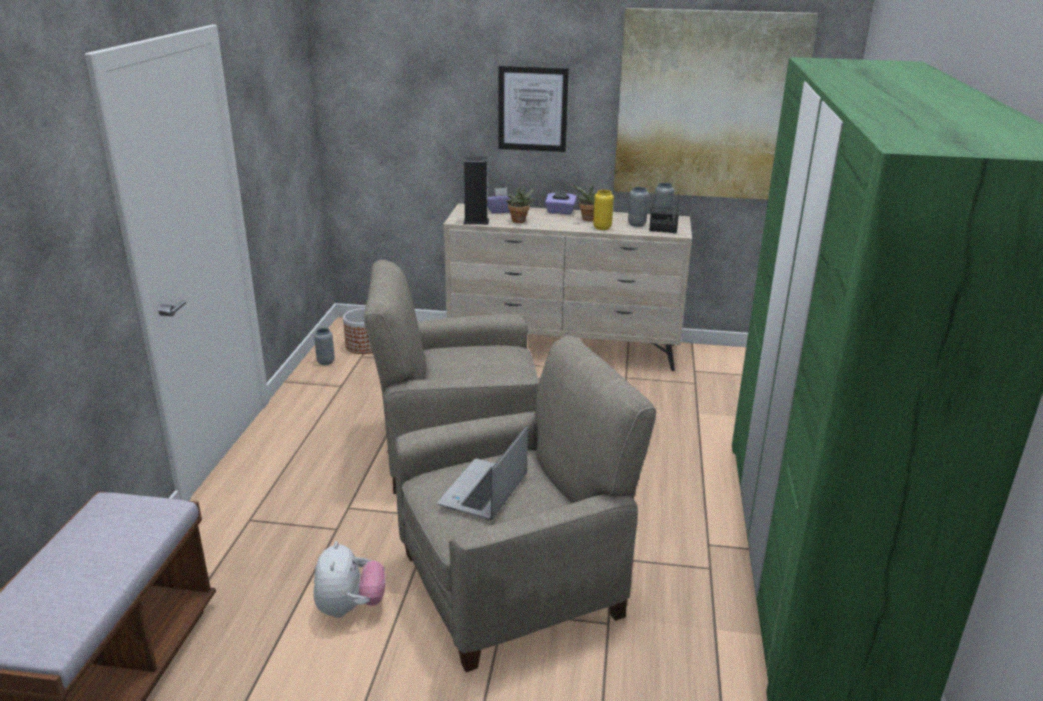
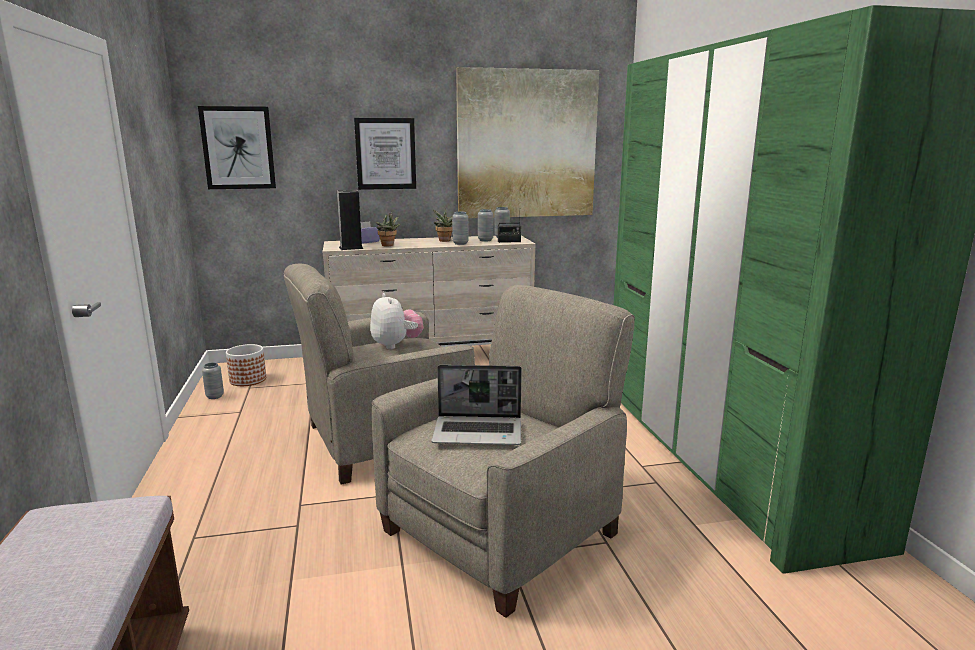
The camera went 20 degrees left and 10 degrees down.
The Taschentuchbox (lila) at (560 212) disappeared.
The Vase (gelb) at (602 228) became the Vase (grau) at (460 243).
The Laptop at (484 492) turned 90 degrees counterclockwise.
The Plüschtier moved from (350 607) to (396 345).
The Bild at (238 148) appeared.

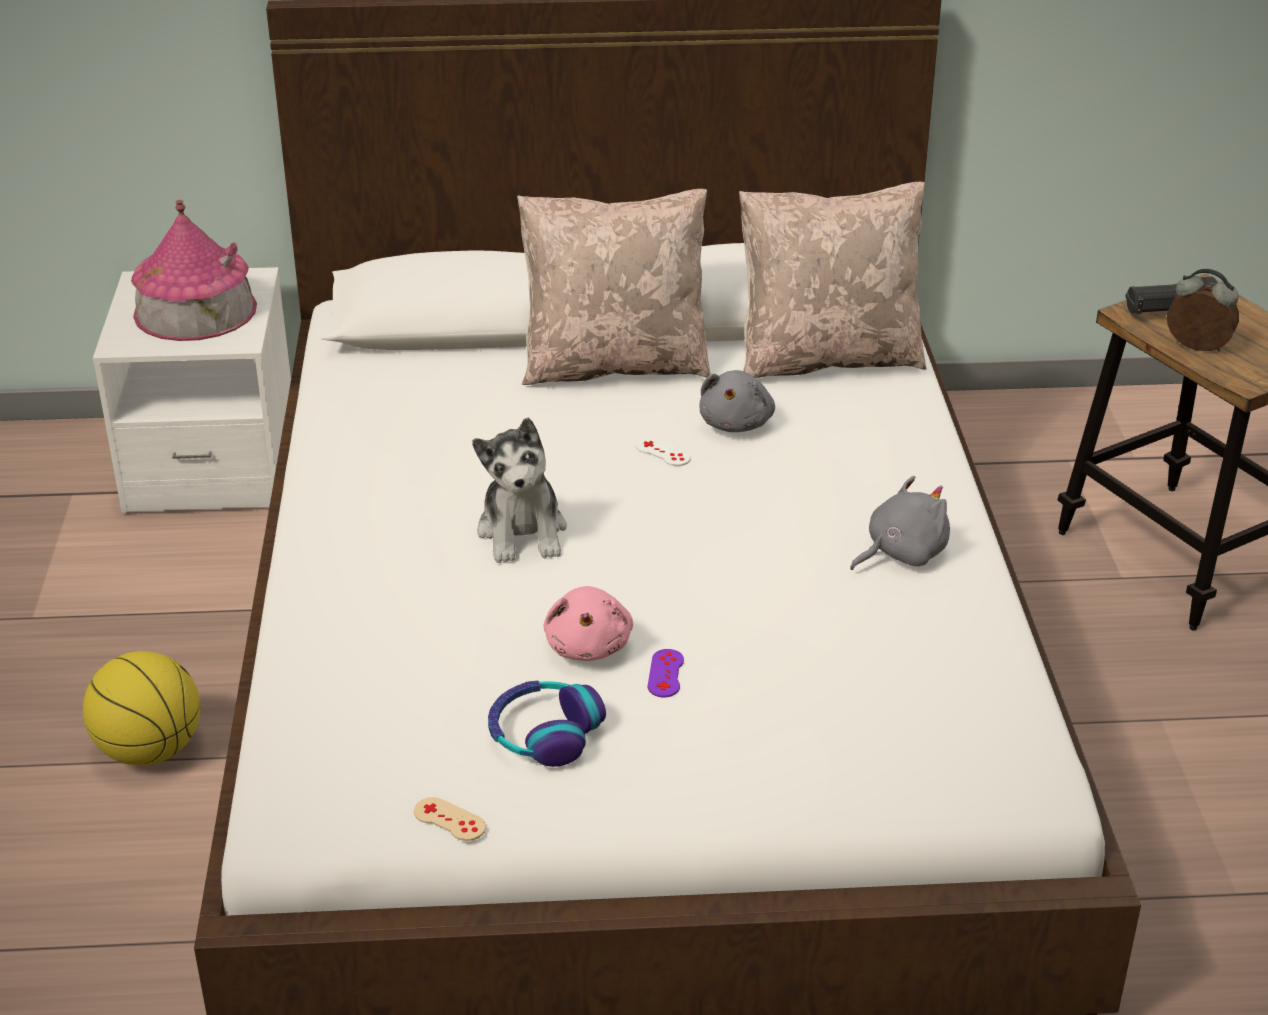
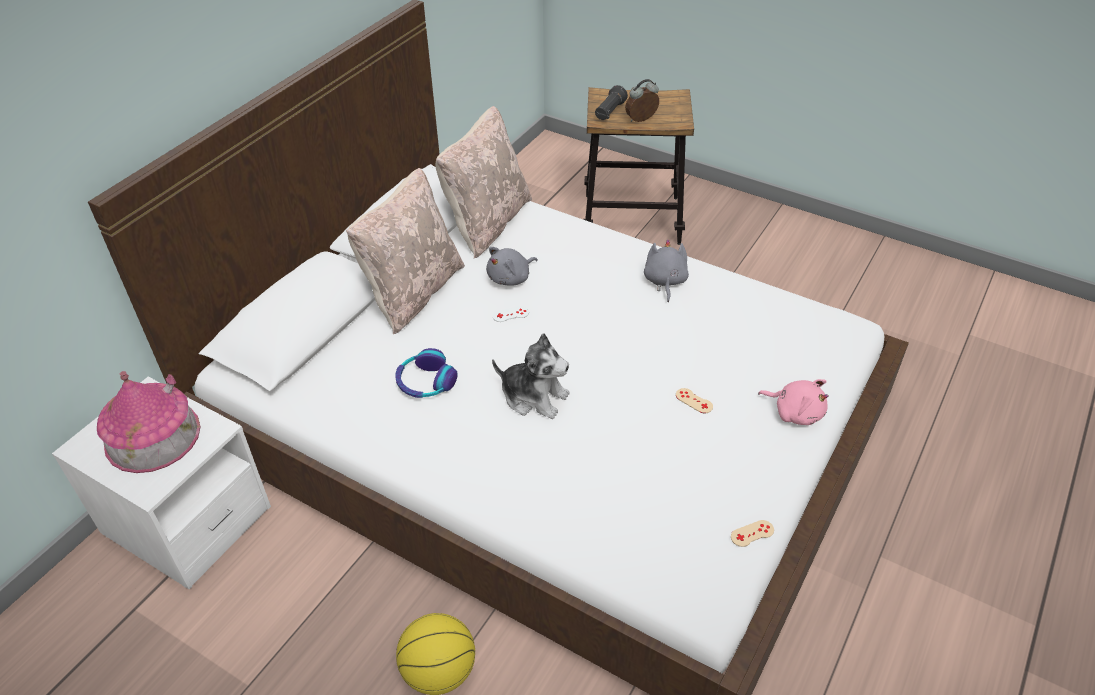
The camera went 55 degrees left and 10 degrees up.
The Plüschtier (grau) at (737 423) turned 90 degrees clockwise.
The Plüschtier (rosa) moved from (589 645) to (795 412).
The Gamepad (lila) at (665 673) became the Gamepad (beige) at (694 401).
The Kopfhörer moved from (544 734) to (425 382).

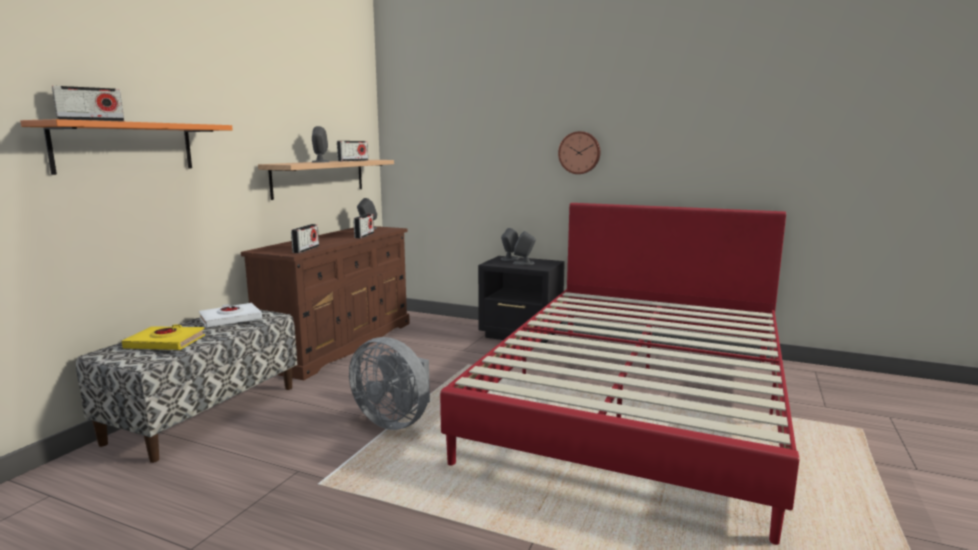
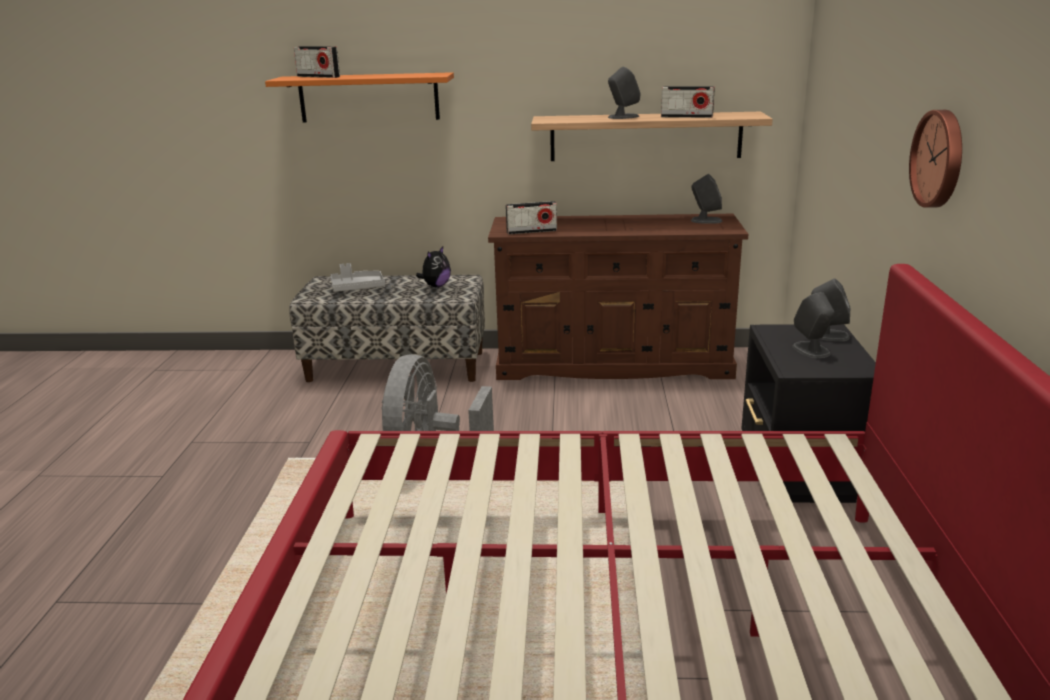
The camera went 70 degrees right and 10 degrees up.
The Radio at (364 235) disappeared.
The Buch (weiß) at (230 319) was replaced by the Plüschtier at (436 286).
The Buch (gelb) at (165 343) was replaced by the Tablett (grau) at (357 288).

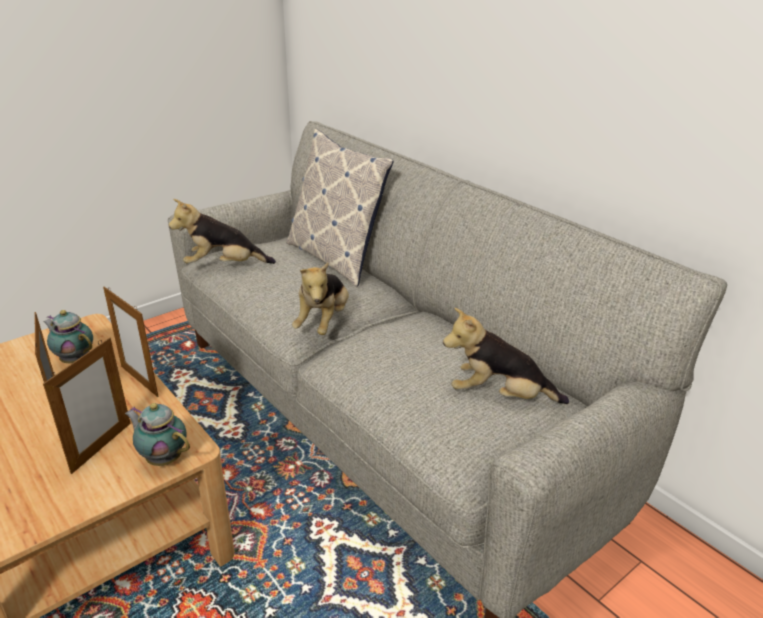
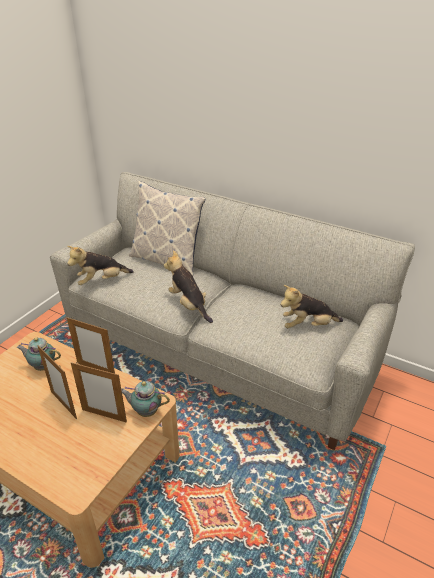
The camera went 20 degrees left and 5 degrees up.
The Plüschtier at (323 322) turned 150 degrees clockwise.
The Bilderrahmen at (101 447) turned 105 degrees clockwise.

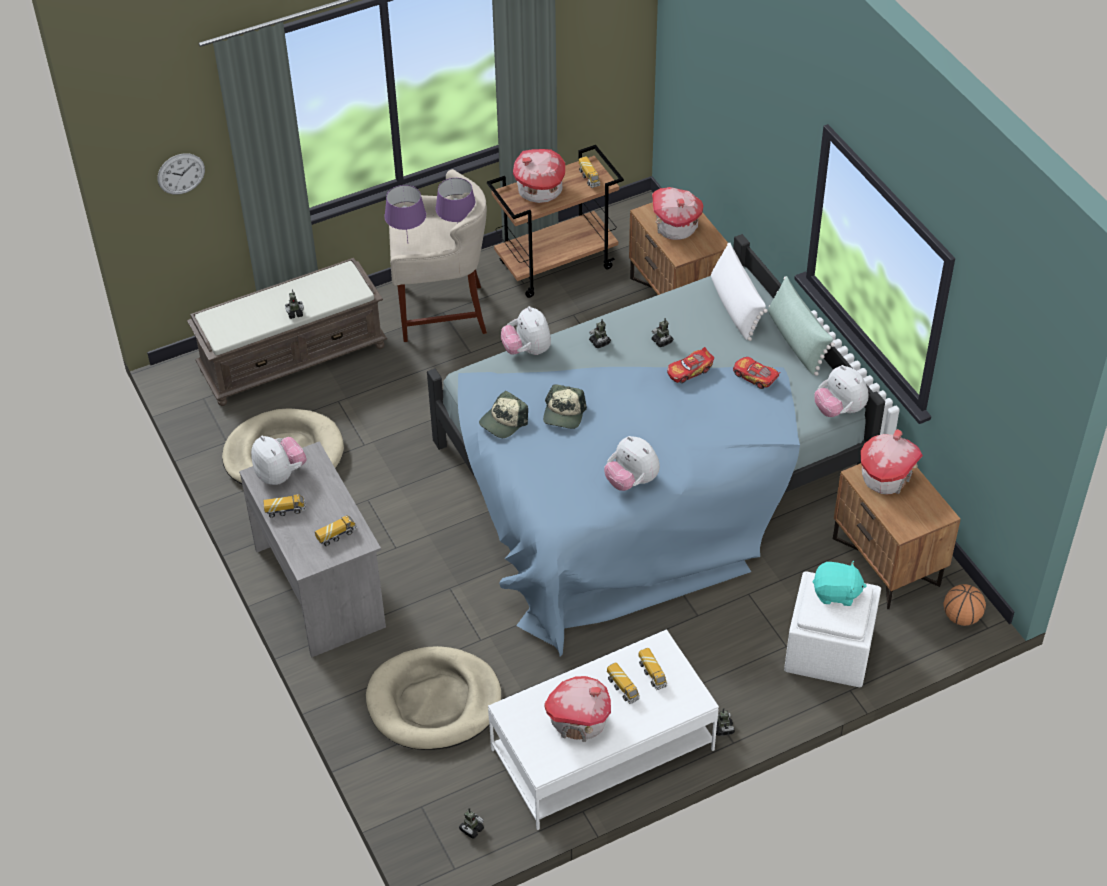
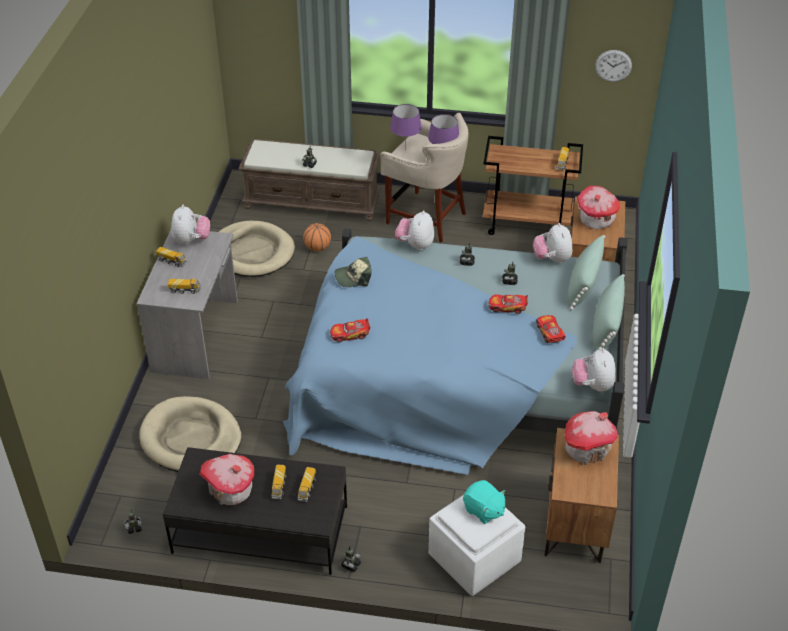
The camera went 35 degrees right and 5 degrees down.
The Spielzeughaus at (539 191) disappeared.
The Wanduhr moved from (181 173) to (613 65).
The Kissen (weiß) at (735 306) became the Kissen (grün) at (583 284).
The Kappe at (564 414) disappeared.
The Plüschtier moved from (631 481) to (552 259).
The Basketball moved from (961 617) to (317 248).
The Couchtisch (weiß) at (602 749) became the Couchtisch (schwarz) at (261 529).
The Spielzeugauto at (350 334) appeared.

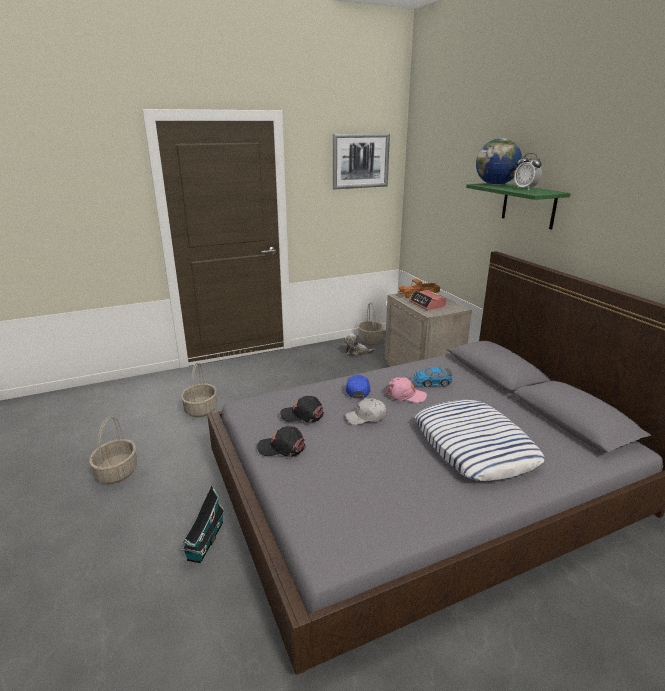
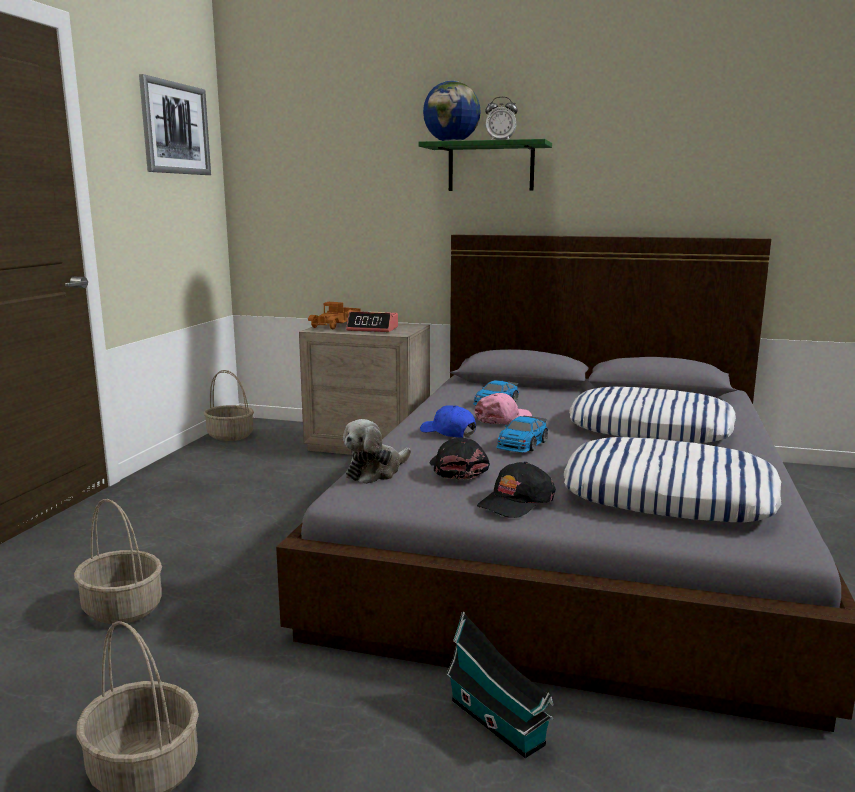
The camera went 50 degrees left and 10 degrees down.
The Plüschtier moved from (357 352) to (376 472).
The Kappe (schwarz) at (302 415) turned 120 degrees clockwise.
The Kappe (weiß) at (366 417) was replaced by the Spielzeugauto at (522 444).
The Kissen at (669 494) appeared.

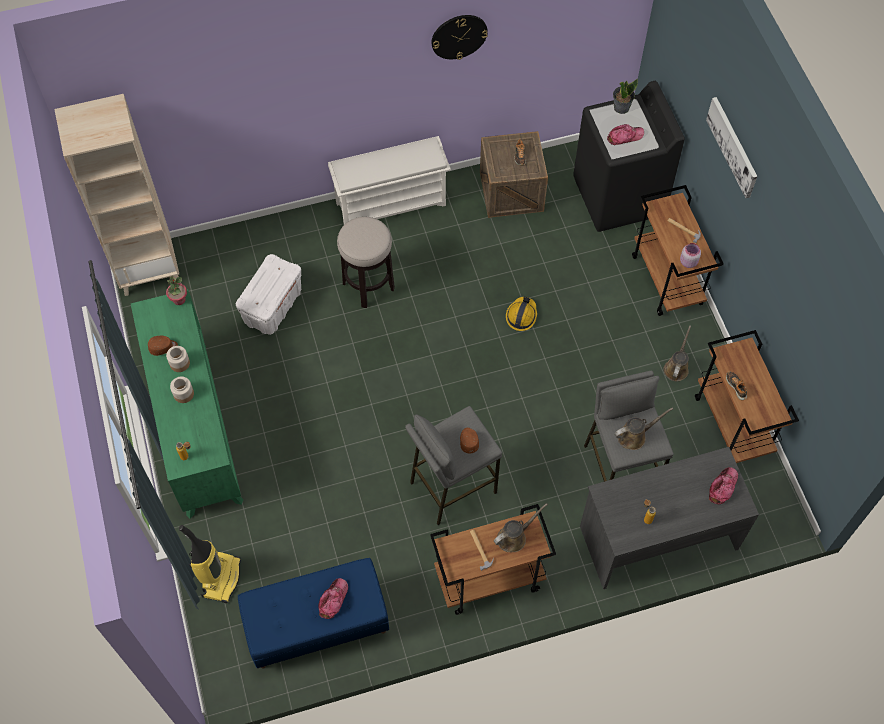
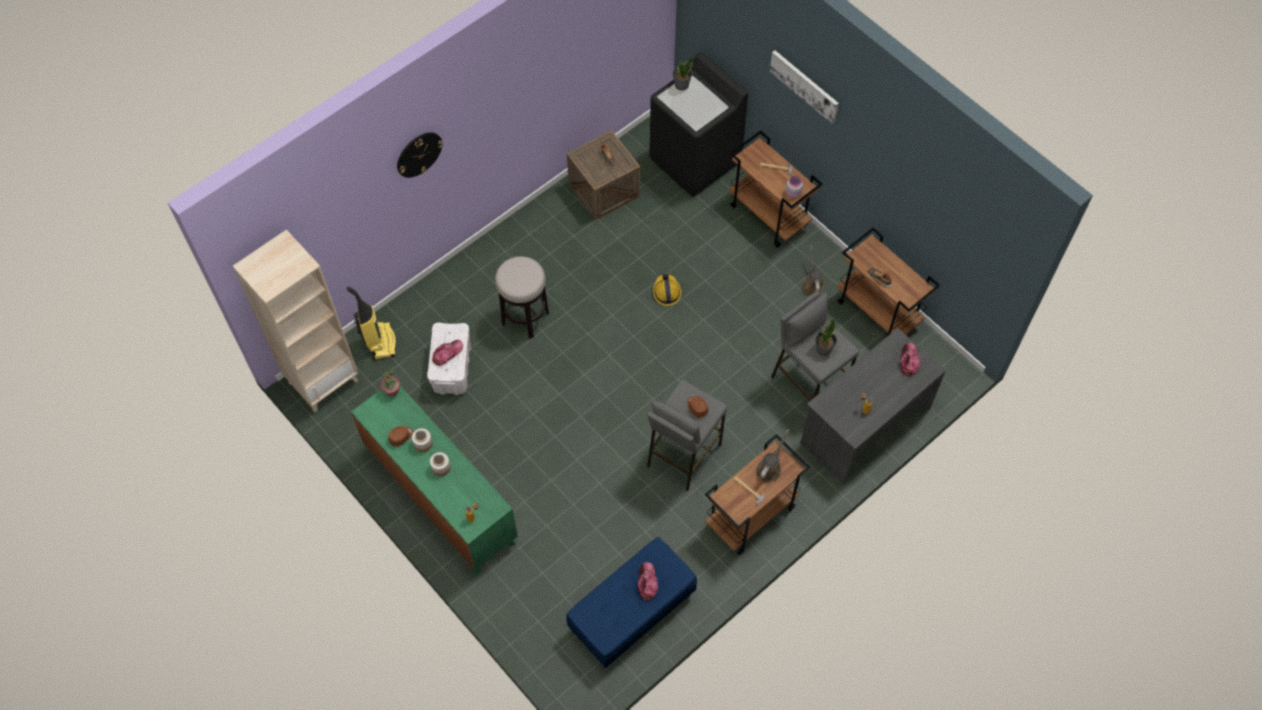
The camera went 25 degrees left and 0 degrees up.
The Wanduhr moved from (459 36) to (419 154).
The Kappe moved from (624 136) to (447 353).
The Schuhregal (weiß) at (391 203) disappeared.
The Gießkanne (braun) at (634 436) was replaced by the Topfpflanze at (823 349).
The Staubsauger moved from (220 577) to (380 342).

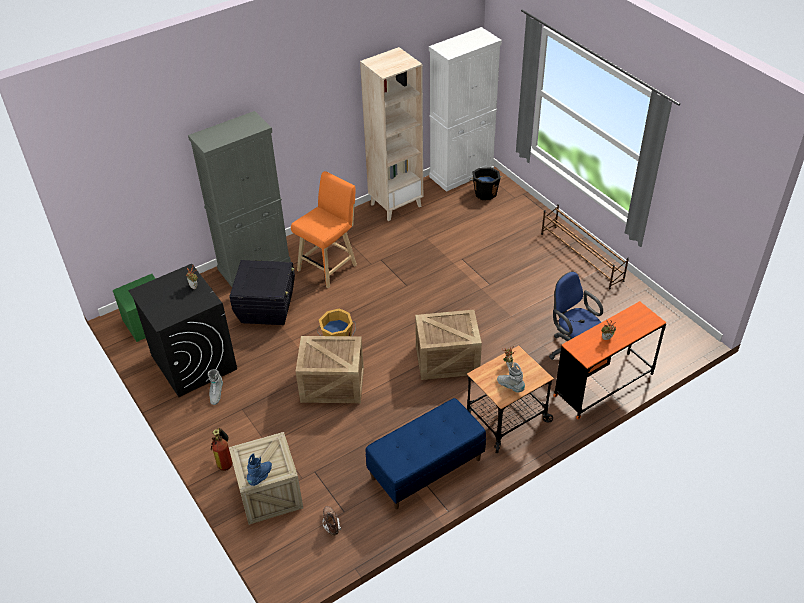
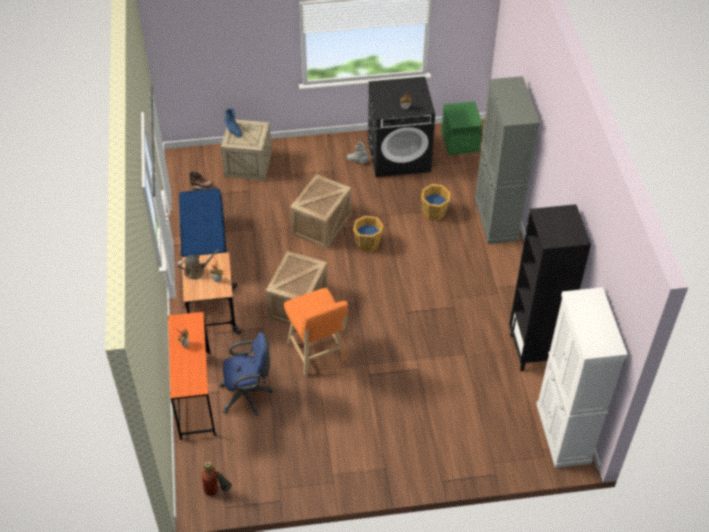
The camera went 115 degrees right and 5 degrees up.
The Bücherregal (beige) at (396 205) became the Bücherregal (schwarz) at (534 351).
The Eimer (schwarz) at (485 193) disappeared.
The Hocker (orange) moved from (329 266) to (318 354).
The Schuhregal (braun) at (581 257) disappeared.
The Aufbewahrungsbox (schwarz) at (267 308) was replaced by the Eimer (orange) at (434 212).
The Stiefel (grau) at (510 386) was replaced by the Gießkanne (braun) at (196 271).
The Feuerlöscher moved from (225 460) to (216 492).

